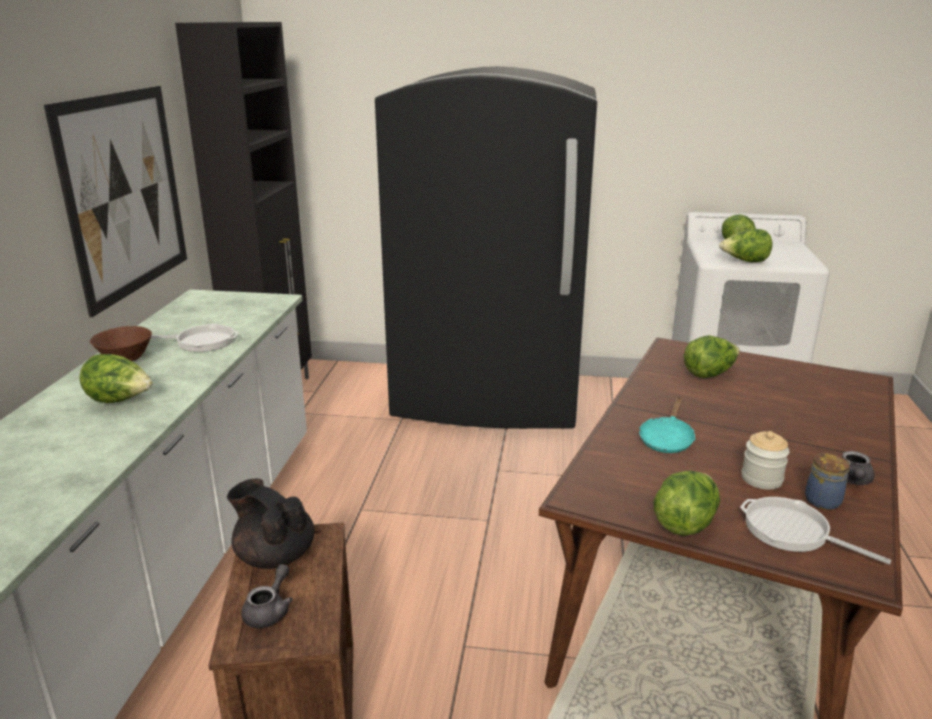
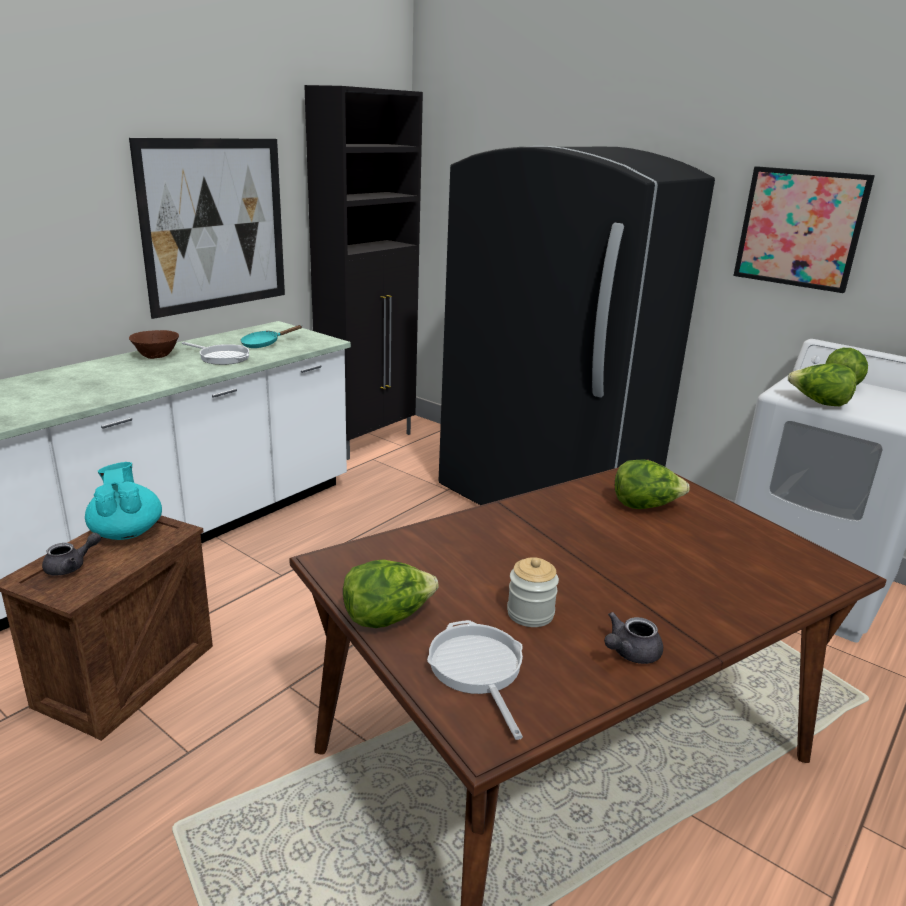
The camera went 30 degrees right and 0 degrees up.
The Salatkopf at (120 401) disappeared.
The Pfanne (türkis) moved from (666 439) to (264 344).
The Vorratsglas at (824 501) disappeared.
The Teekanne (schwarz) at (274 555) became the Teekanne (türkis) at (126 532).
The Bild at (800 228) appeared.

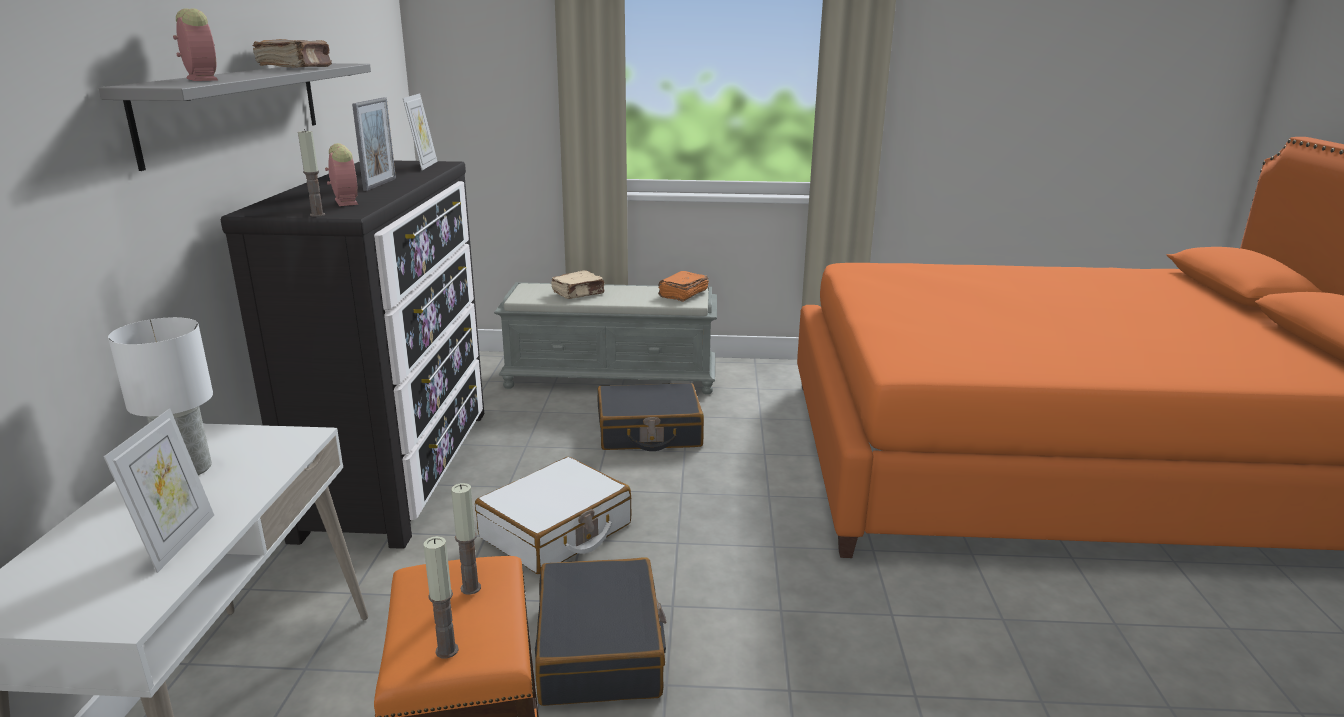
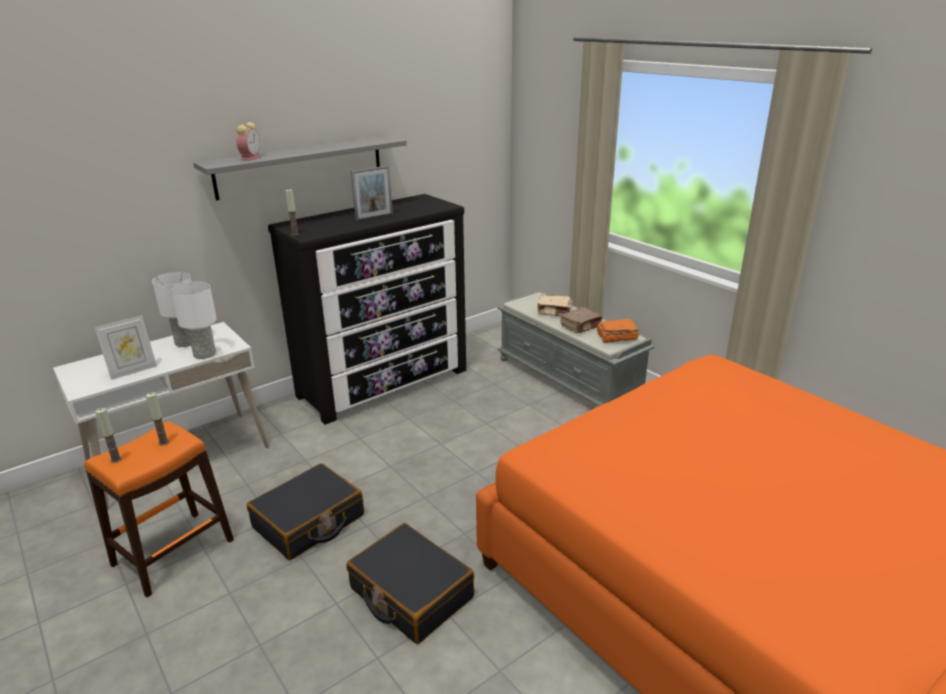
The camera went 50 degrees right and 5 degrees up.
The Buch (braun) moved from (296 68) to (581 327).
The Bilderrahmen at (424 165) disappeared.
The Wecker at (345 201) disappeared.
The Koffer (schwarz) moved from (649 432) to (410 593).
The Koffer (weiß) at (556 531) disappeared.
The Tischlampe (weiß) at (205 354) appeared.

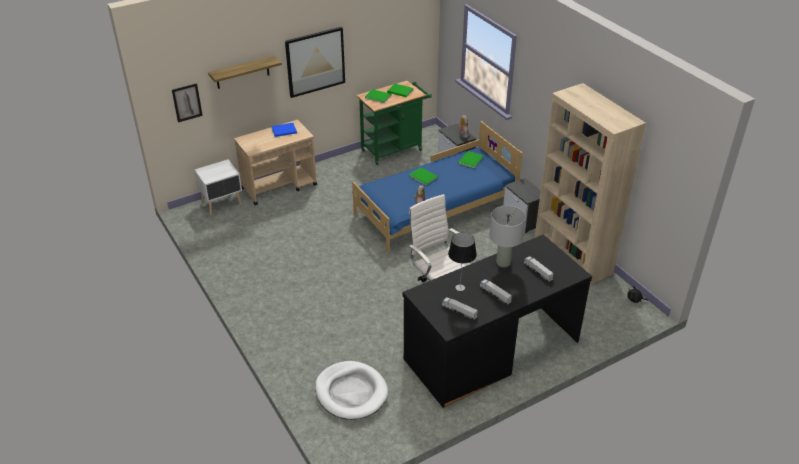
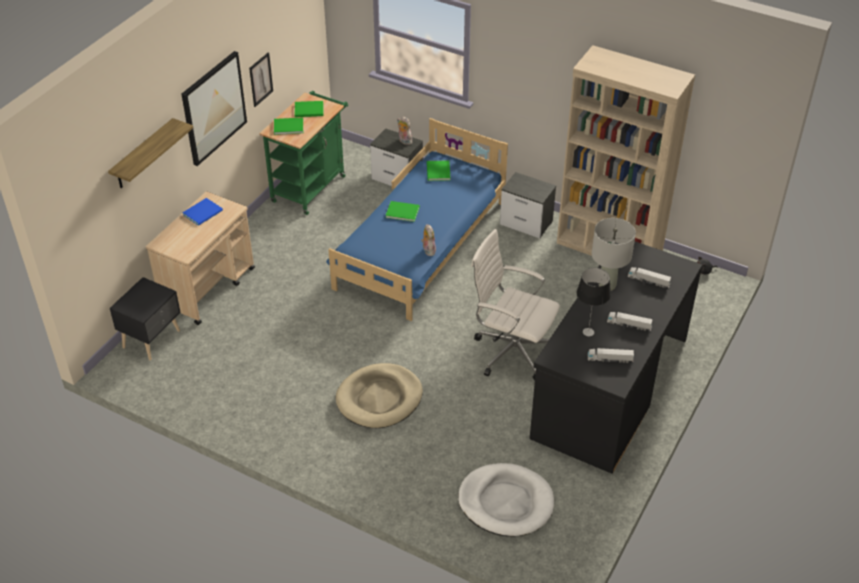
The camera went 30 degrees left and 5 degrees up.
The Bild moved from (187 102) to (261 79).
The Nachttisch (weiß) at (222 204) became the Nachttisch (schwarz) at (153 339).
The Hundebett (beige) at (379 398) appeared.

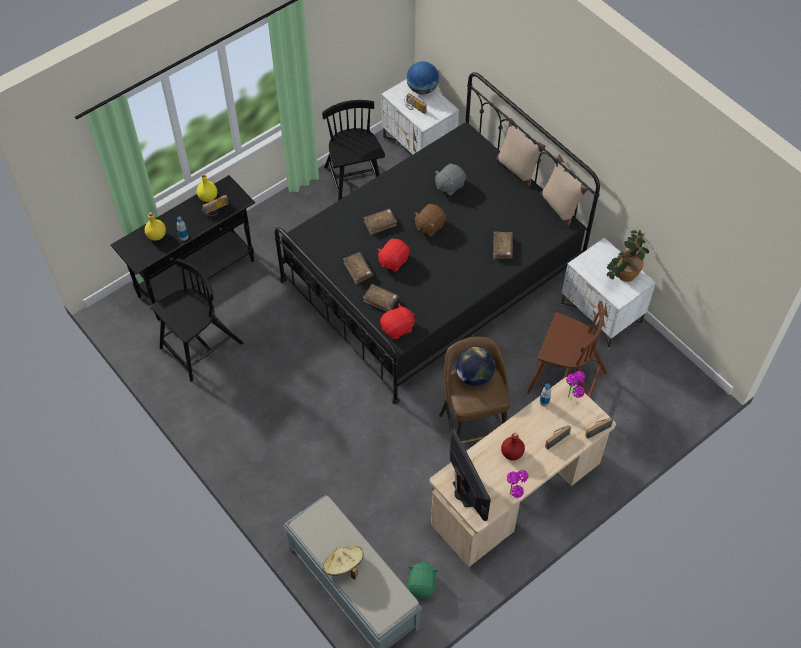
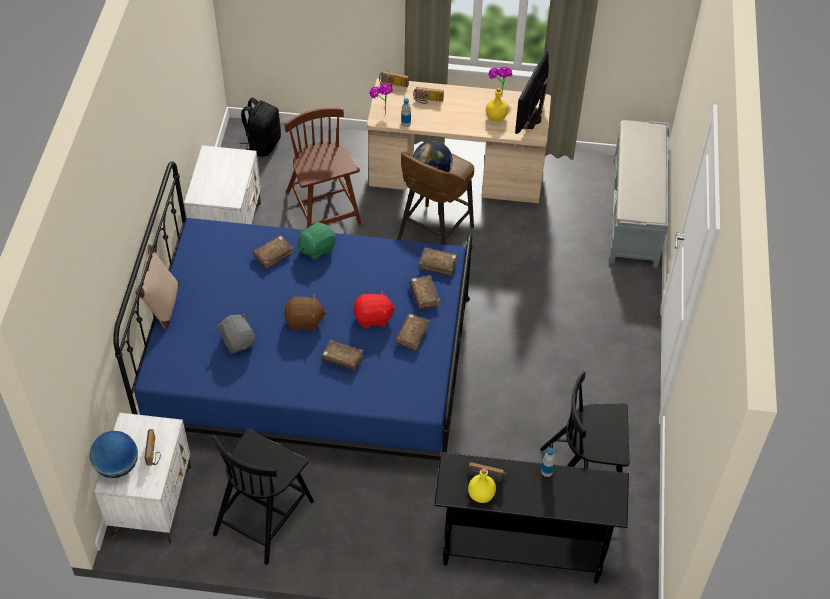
The camera went 135 degrees left and 5 degrees down.
The Bett (schwarz) at (432 275) became the Bett (blau) at (311 367).
The Kissen (beige) at (559 206) disappeared.
The Plüschtier (grau) at (449 185) turned 120 degrees counterclockwise.
The Flasche (gelb) moved from (156 236) to (496 117).
The Topfpflanze at (622 276) disappeared.
The Plüschtier (rot) at (397 328) was replaced by the Buch (braun) at (438 264).
The Flasche (rot) at (512 453) disappeared.
The Hut (beige) at (343 566) disappeared.
The Plüschtier (grün) moved from (422 585) to (316 248).
The Rucksack (schwarz) at (262 144) appeared.

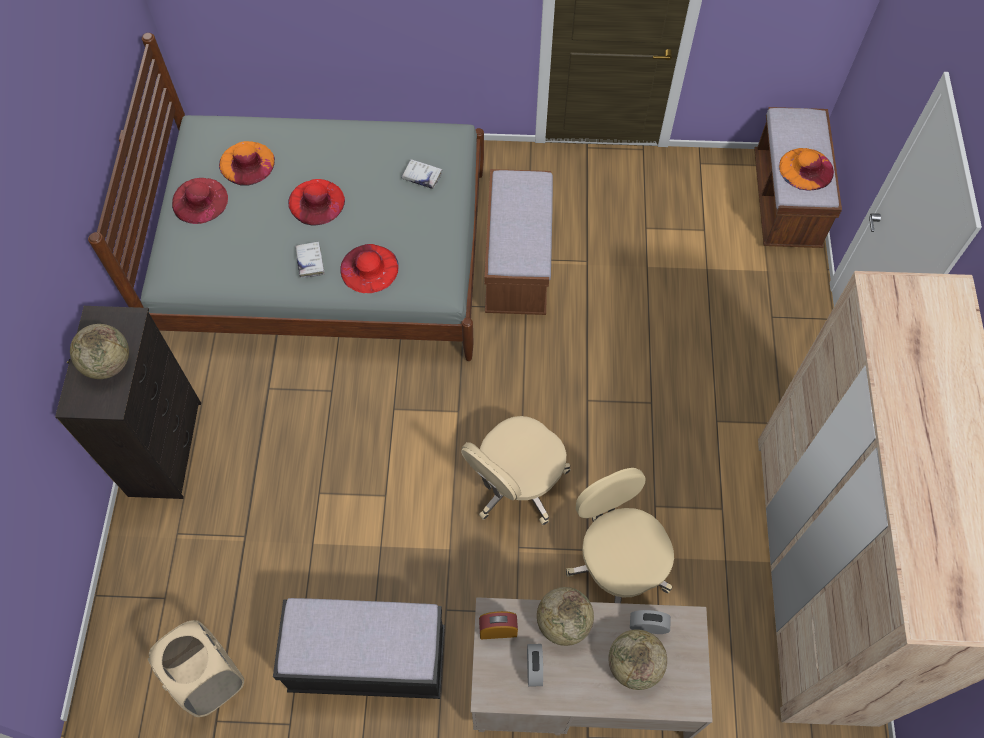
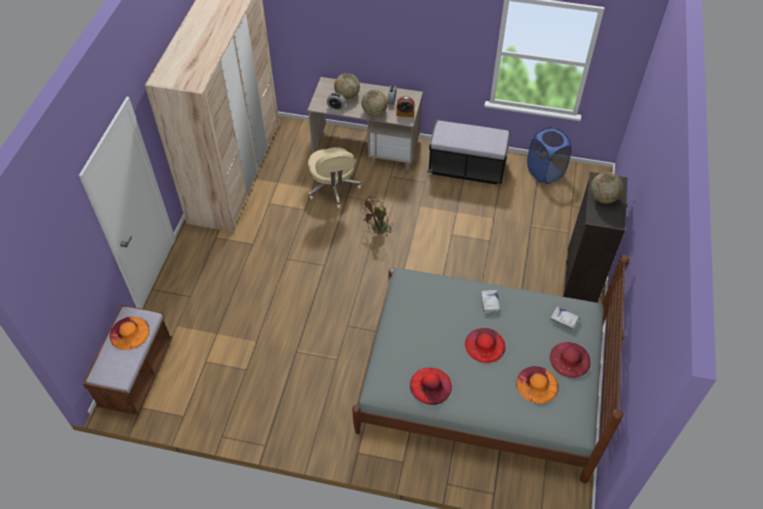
The camera went 170 degrees left and 10 degrees down.
The Buch (weiß) moved from (422 177) to (564 320).
The Bank (braun) at (516 265) disappeared.
The Hut (rot) moved from (369 268) to (430 385).
The Bürostuhl (beige) at (516 483) was replaced by the Ventilator (braun) at (377 230).
The Wäschekorb (beige) at (209 678) became the Wäschekorb (blau) at (545 172).

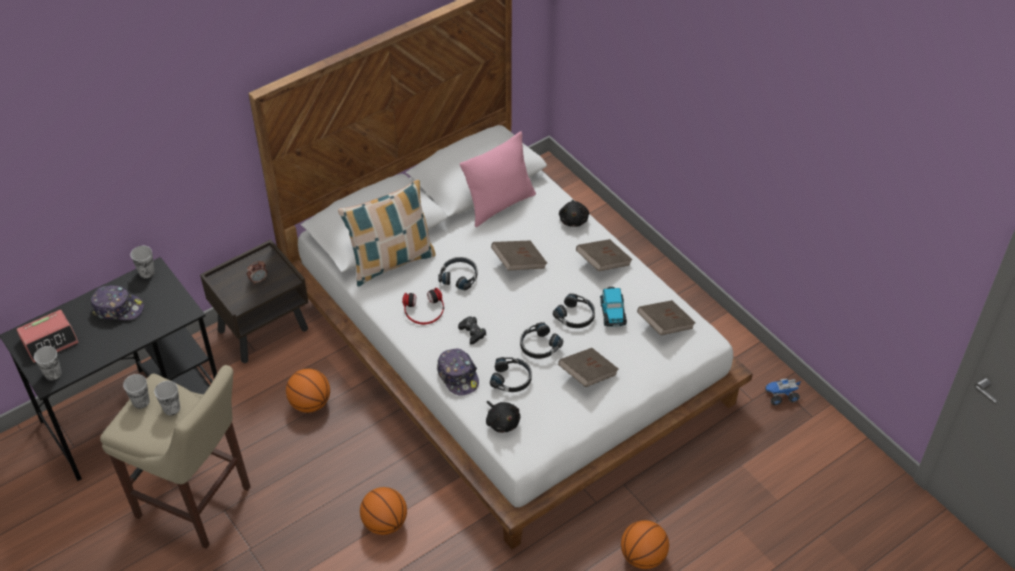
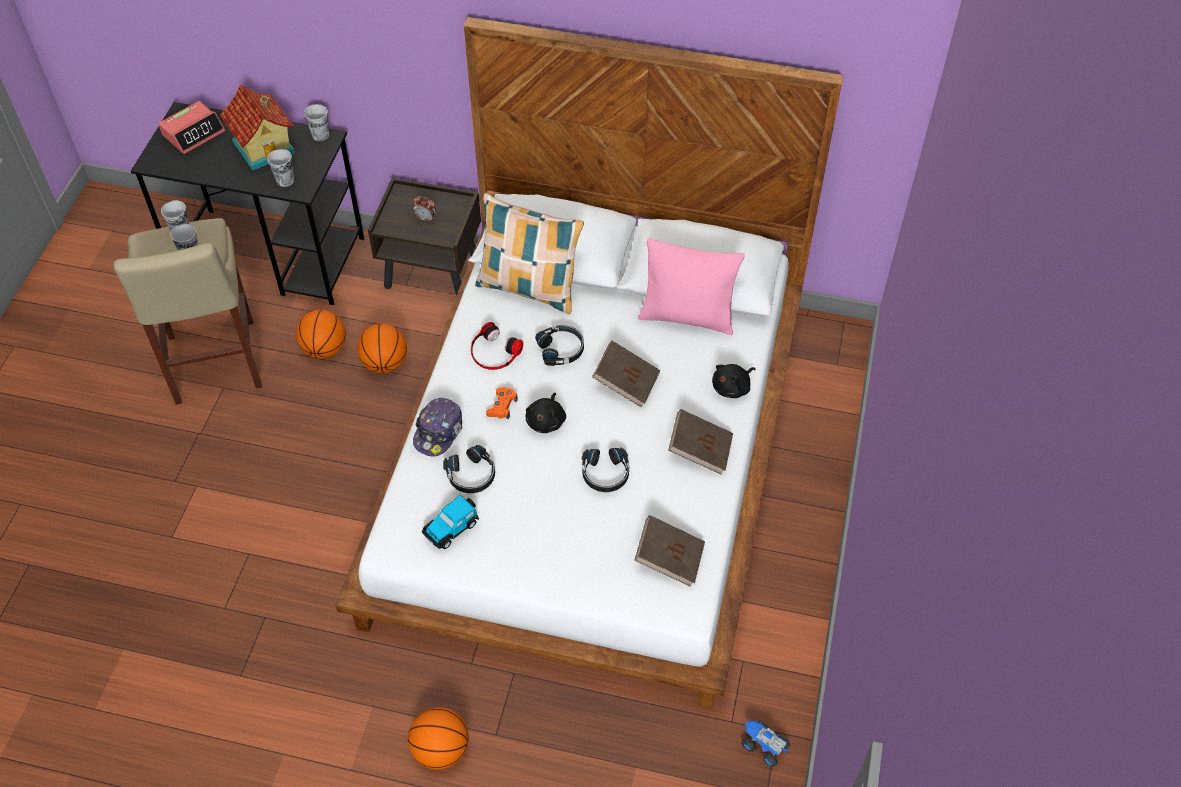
The camera went 50 degrees right and 5 degrees up.
The Kappe at (118 308) was replaced by the Spielzeughaus at (265 147).
The Spielzeugauto moved from (612 313) to (452 527).
The Wecker at (49 340) turned 60 degrees counterclockwise.
The Gamepad (schwarz) at (472 332) became the Gamepad (orange) at (502 406).
The Kopfhörer (schwarz) at (539 346) disappeared.
The Tasse moved from (53 373) to (285 180).
The Buch (braun) at (587 375) disappeared.
The Plüschtier (schwarz) moved from (502 422) to (546 421).
The Basketball moved from (385 523) to (324 349).

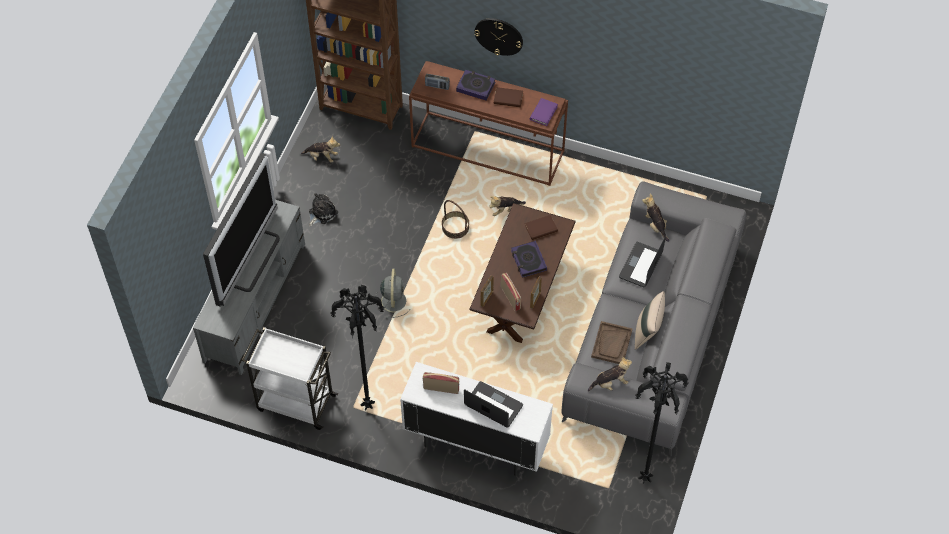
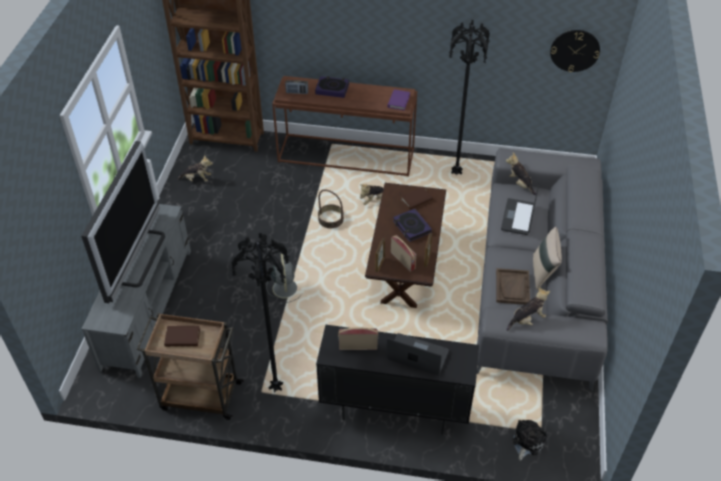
The camera went 10 degrees left and 10 degrees down.
The Wanduhr moved from (499 36) to (575 50).
The Buch (braun) moved from (508 99) to (182 338).
The Plüschtier moved from (321 213) to (527 442).
The Rollwagen (weiß) at (295 402) became the Rollwagen (braun) at (199 396).
The Schrank (weiß) at (476 444) became the Schrank (schwarz) at (394 409).
The Stehlampe (schwarz) moved from (643 479) to (455 174).

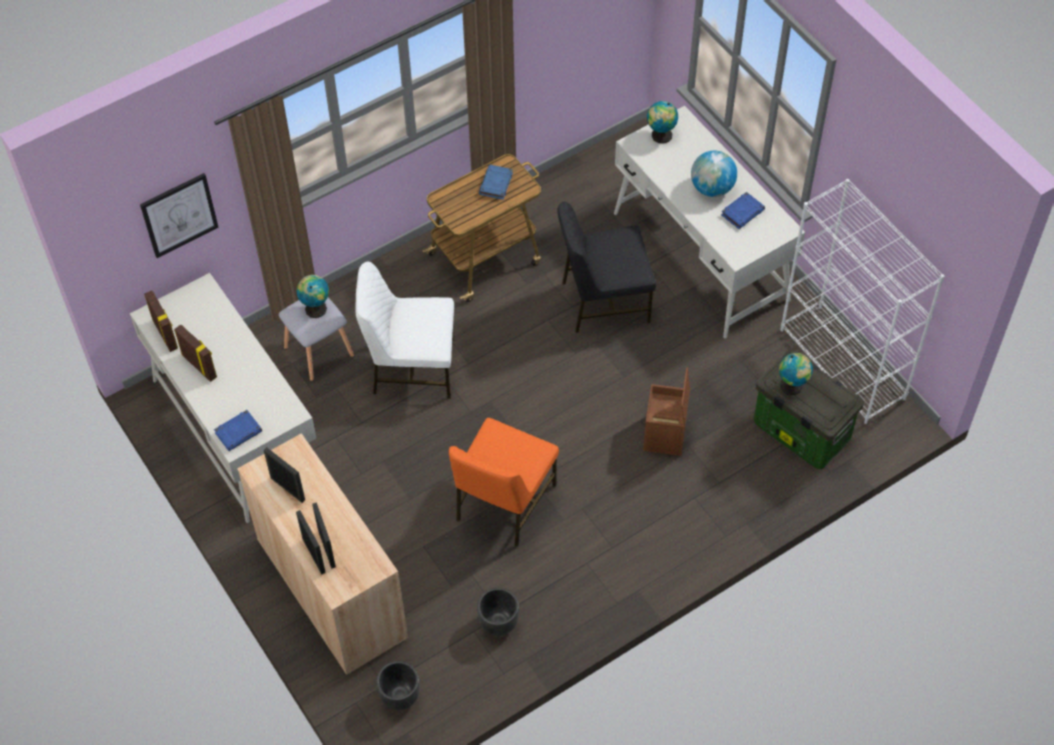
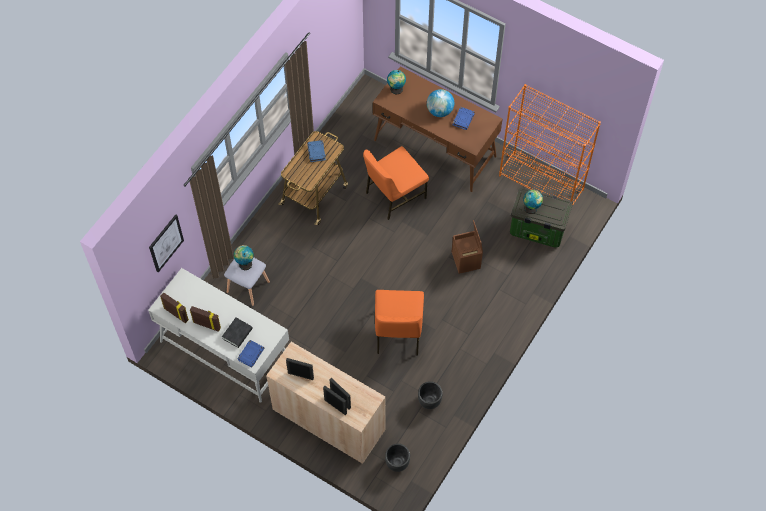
The camera went 25 degrees left and 5 degrees up.
The Schreibtisch (weiß) at (700 256) became the Schreibtisch (braun) at (435 148).
The Bücherregal (weiß) at (843 364) became the Bücherregal (orange) at (541 182).
The Stuhl (schwarz) at (603 301) became the Stuhl (orange) at (394 195).
The Stuhl (weiß) at (412 367) disappeared.
The Buch (schwarz) at (237 334) appeared.

